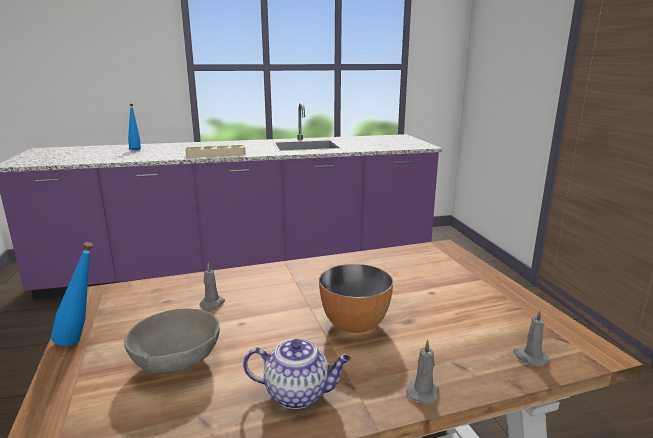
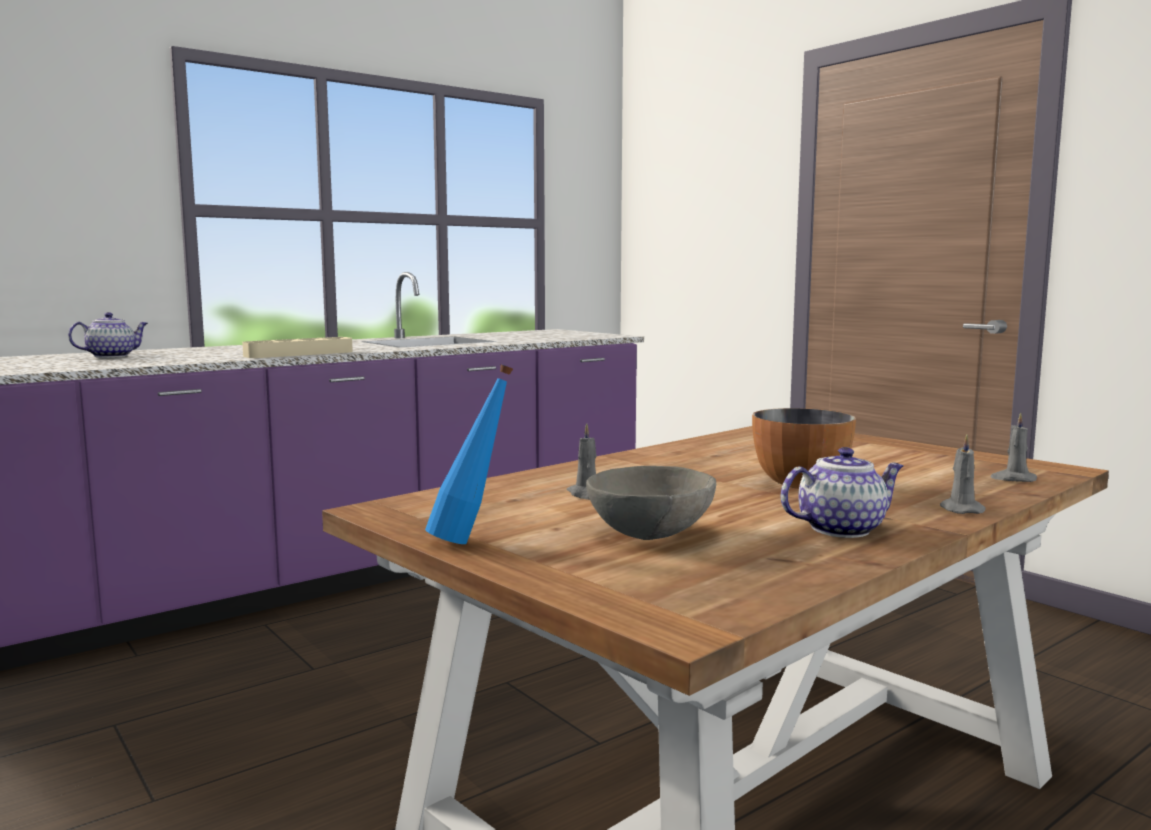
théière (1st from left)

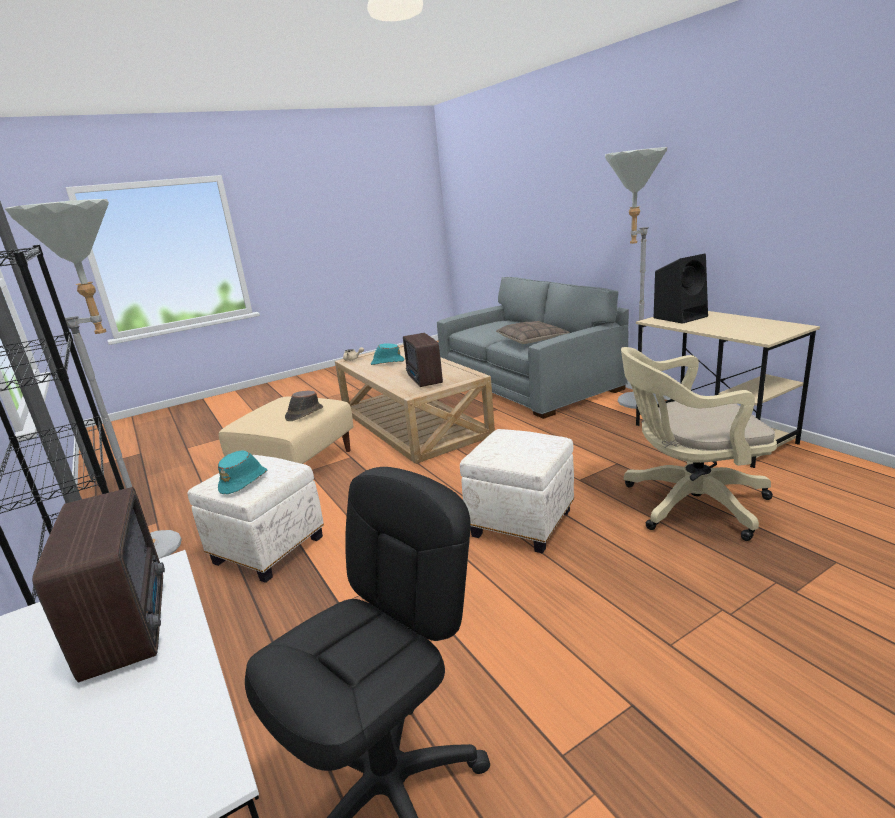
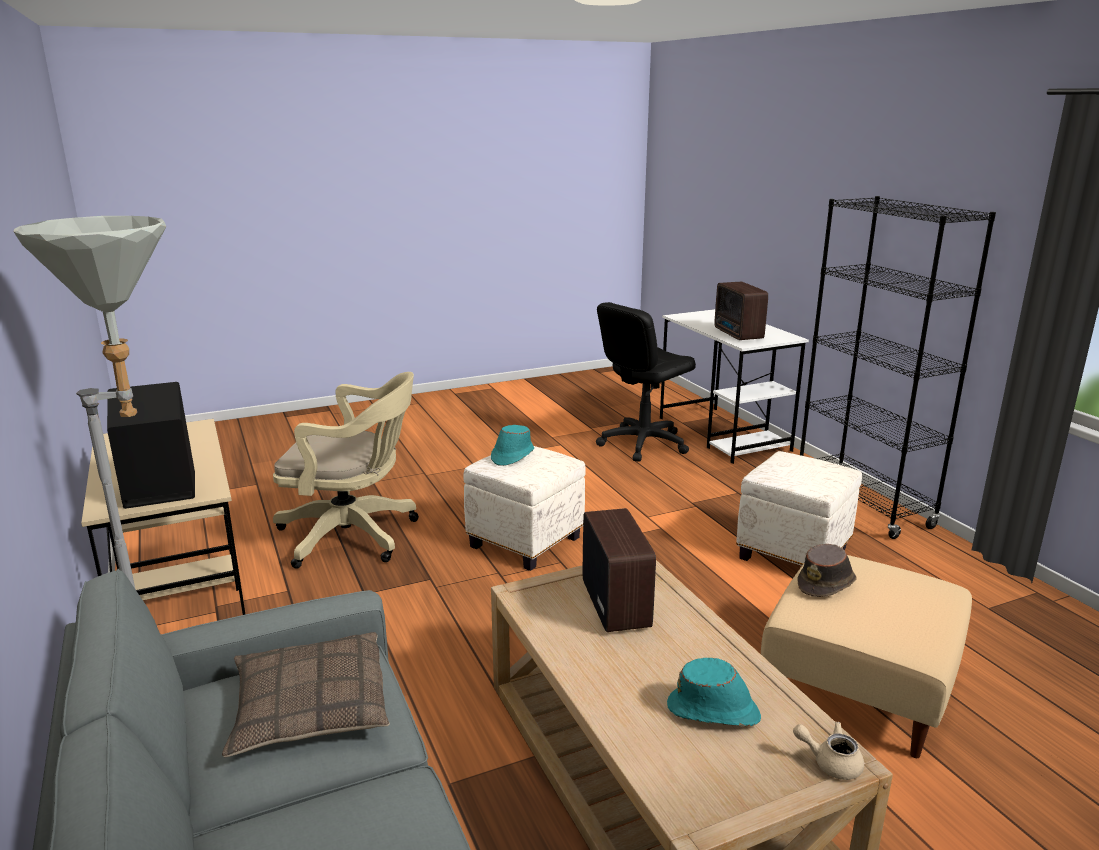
lampadaire [gris] (1st from left in the first image)
chapeau [turquoise] (1st from left)

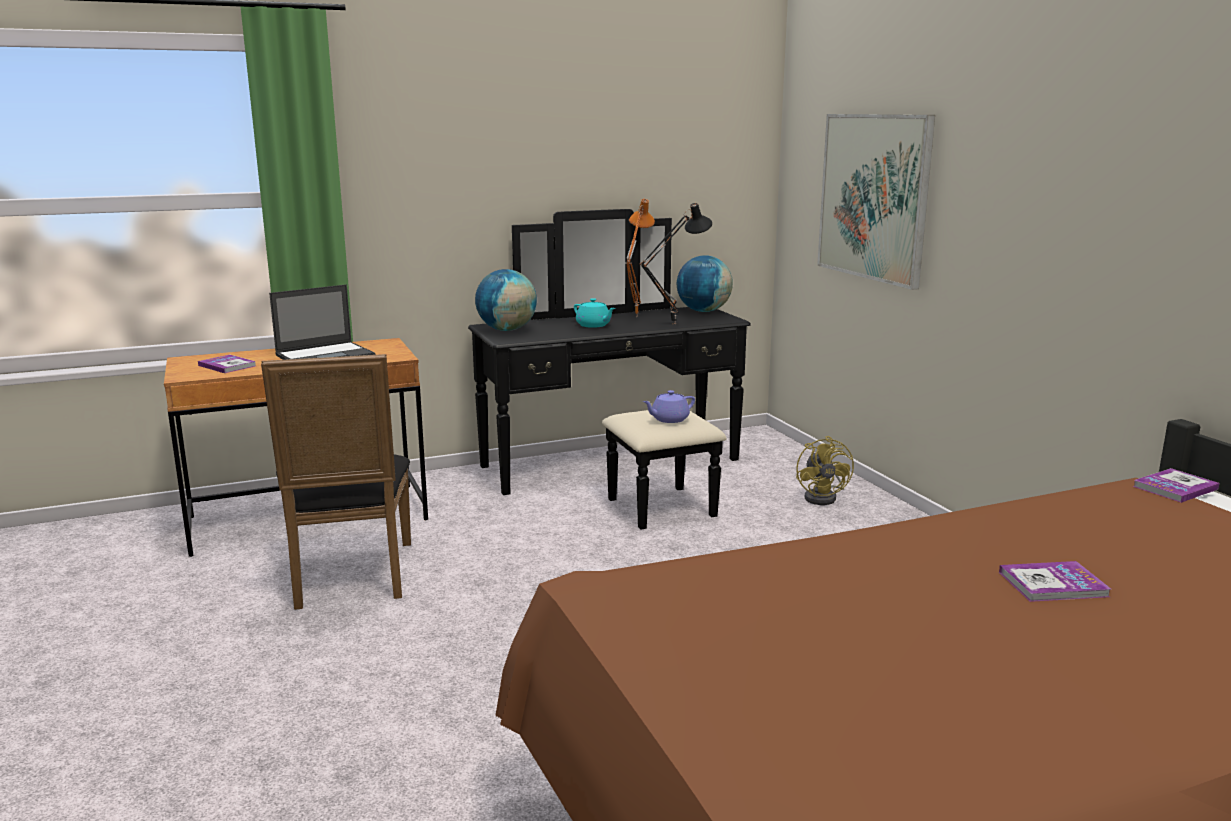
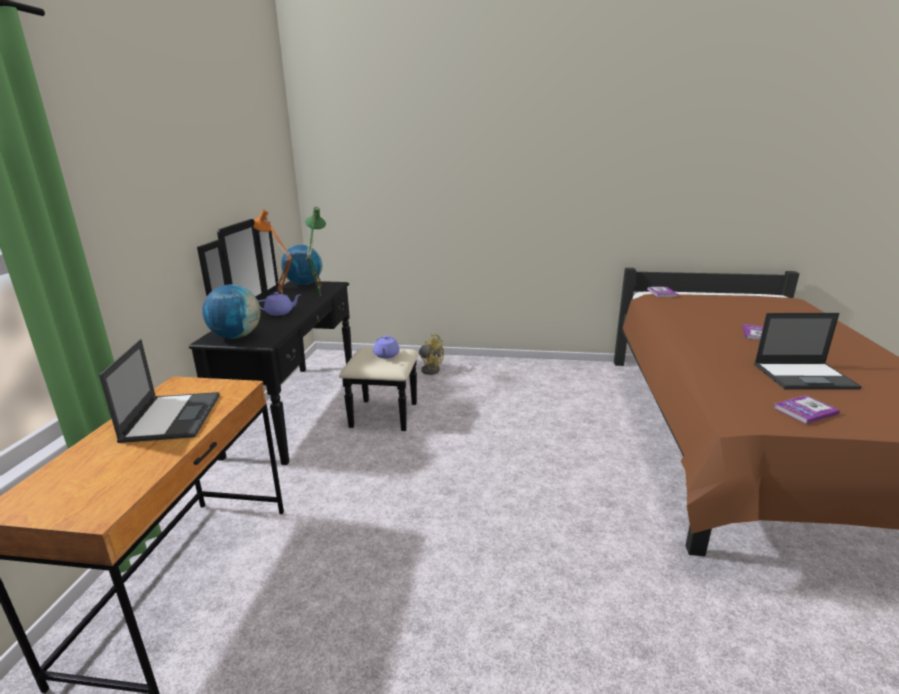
tableau
lampe de table [vert]
théière [violet] (1st from left)
chaise [noir]
livre (3rd from left)
ordinateur portable (2nd from left)

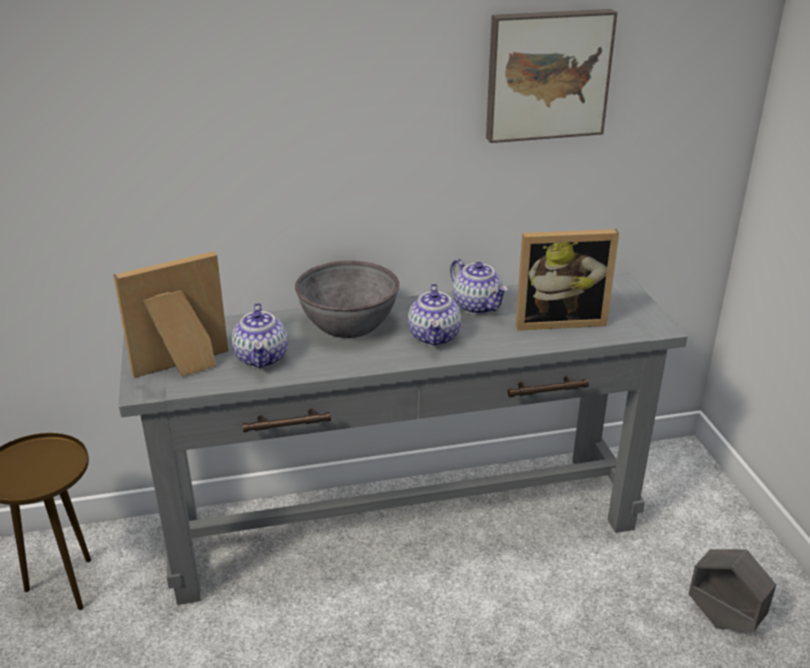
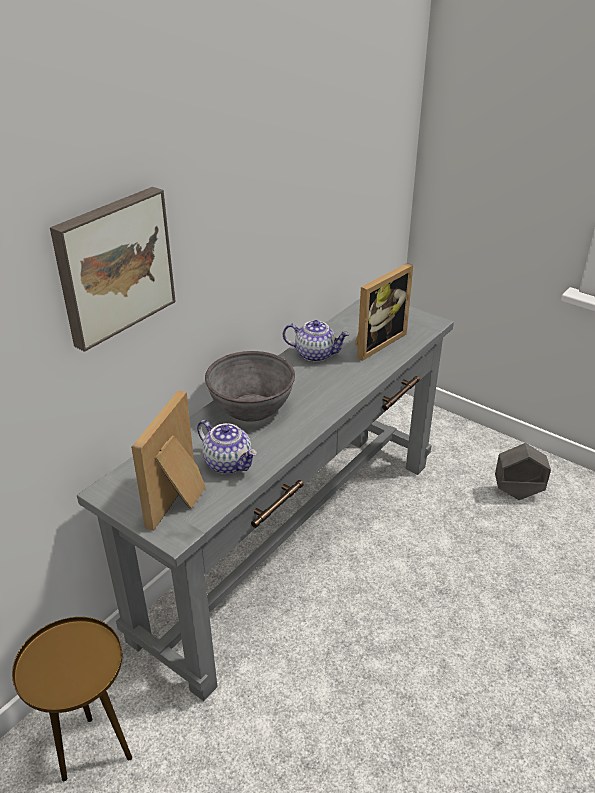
tableau
théière (2nd from left in the first image)

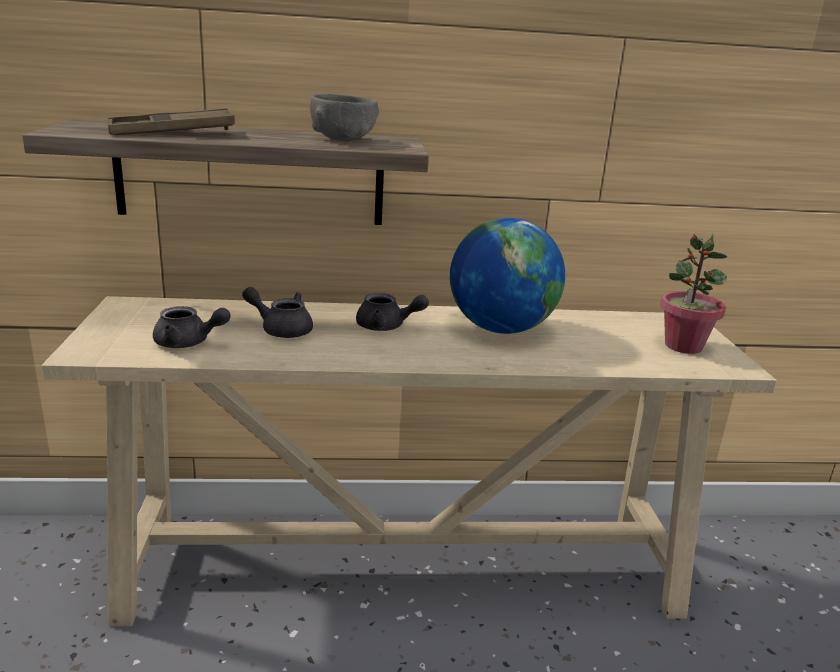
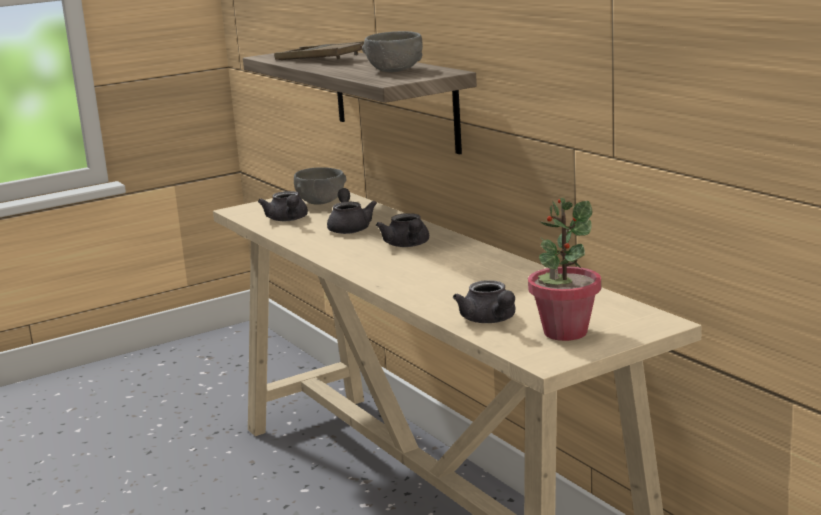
globe
bol [gris] (1st from left)
théière [gris] (4th from left)

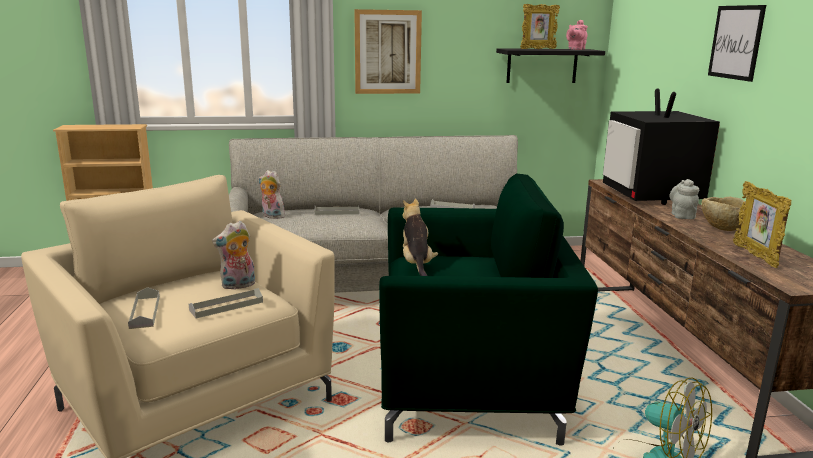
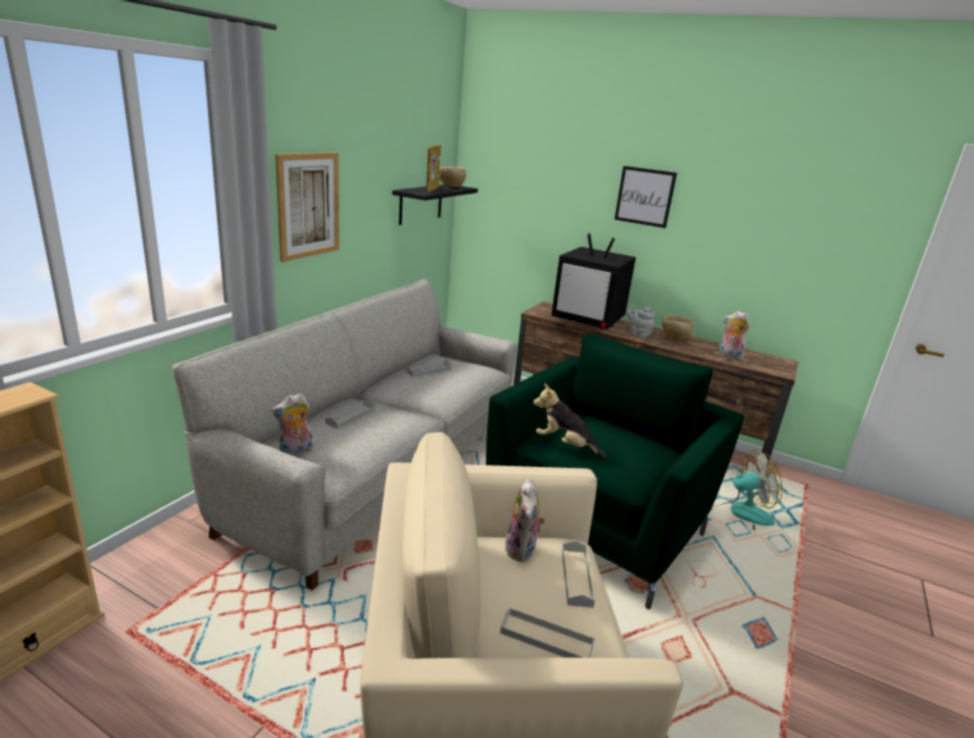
bol [beige] (1st from left)
peluche (4th from left)

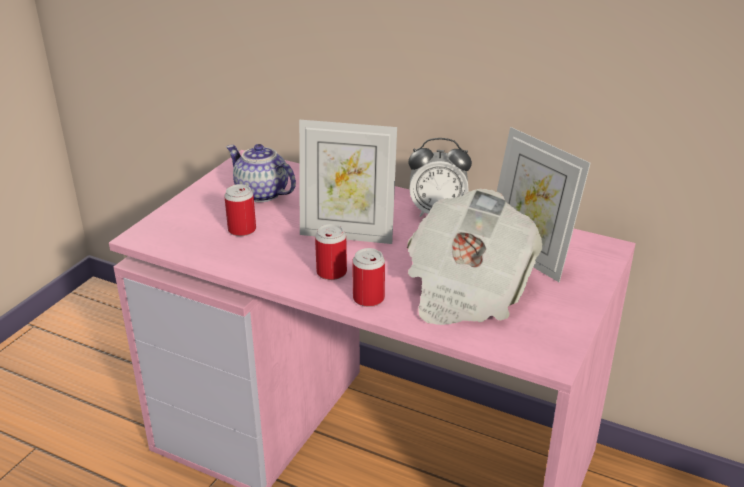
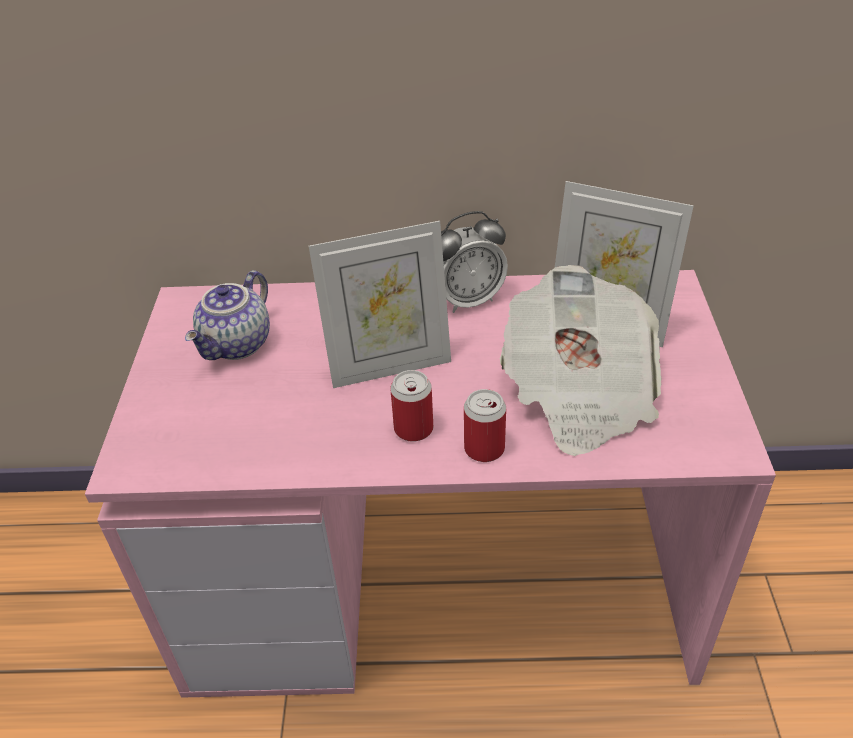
théière
boîte métallique (1st from left in the first image)

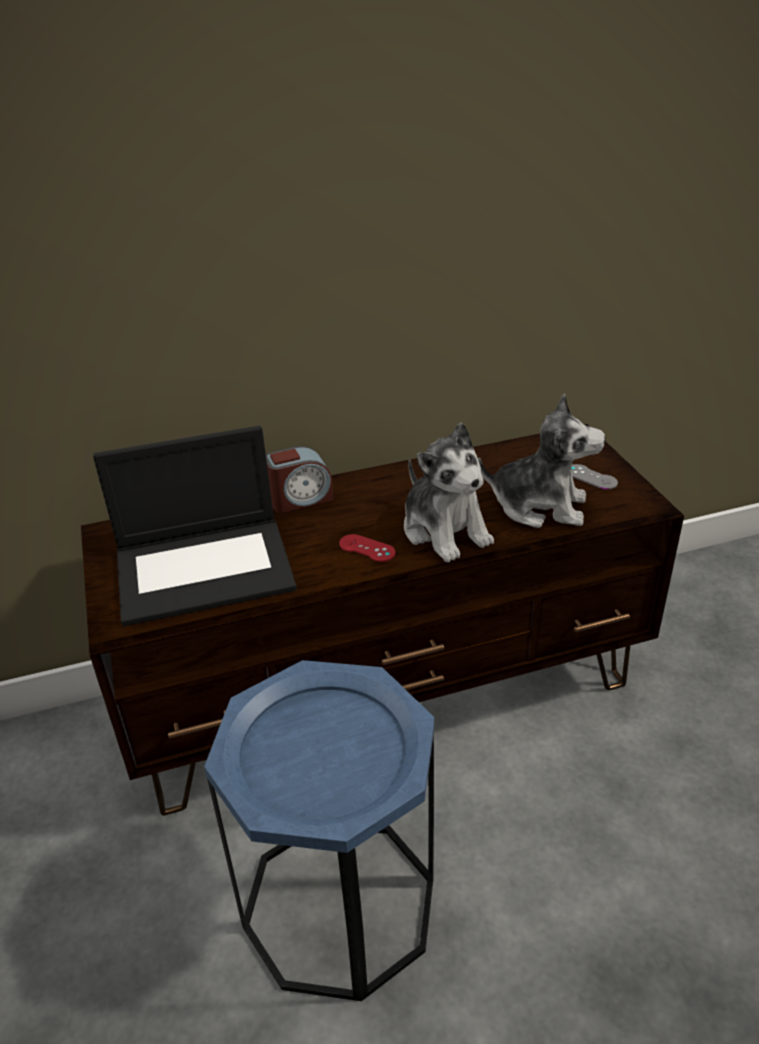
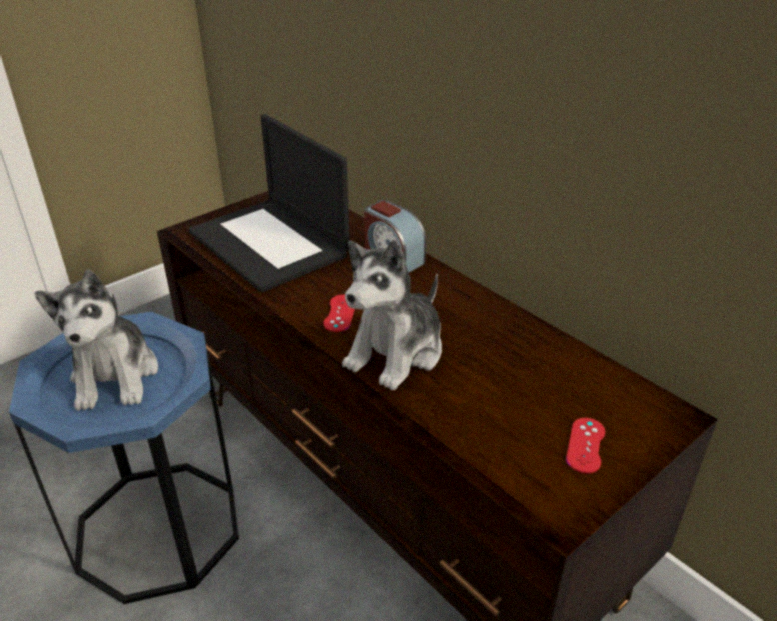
peluche (1st from left)
manette [rouge] (2nd from left)

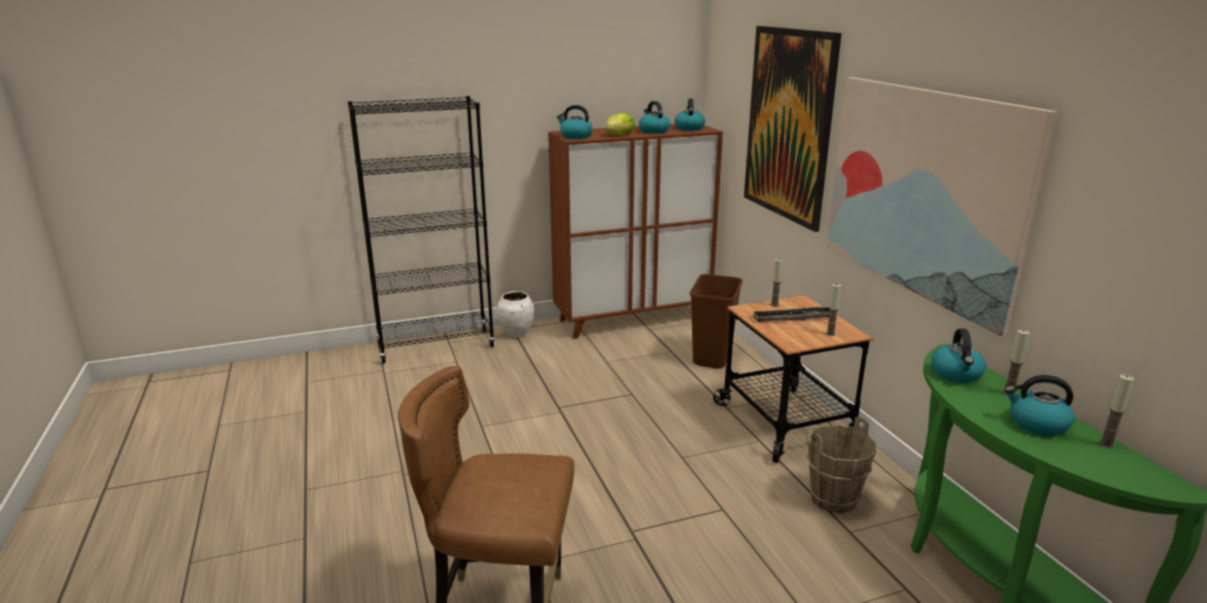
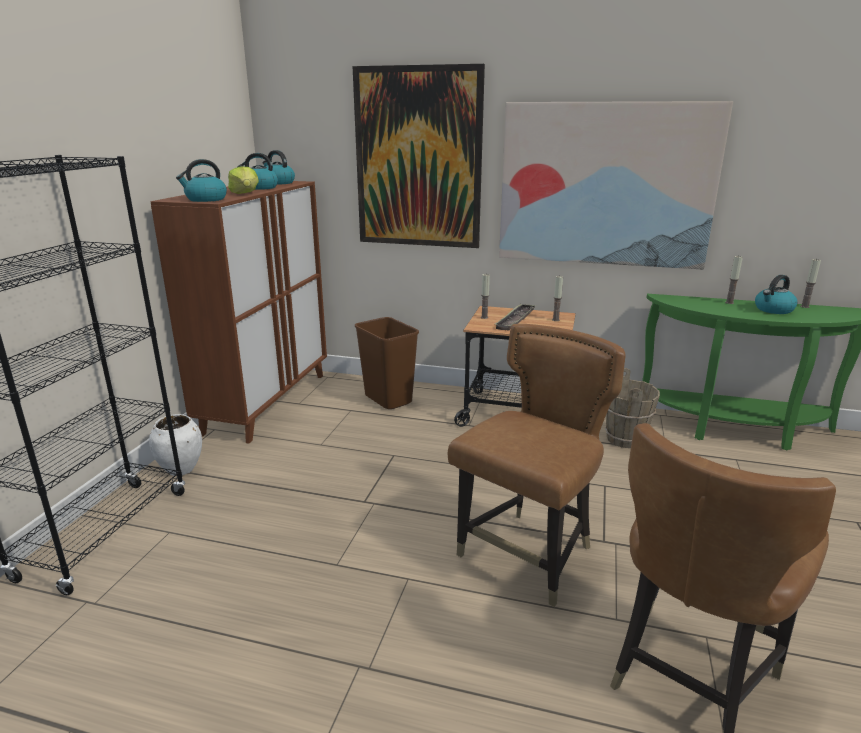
bouilloire (4th from left in the first image)
chaise [marron] (1st from left)

